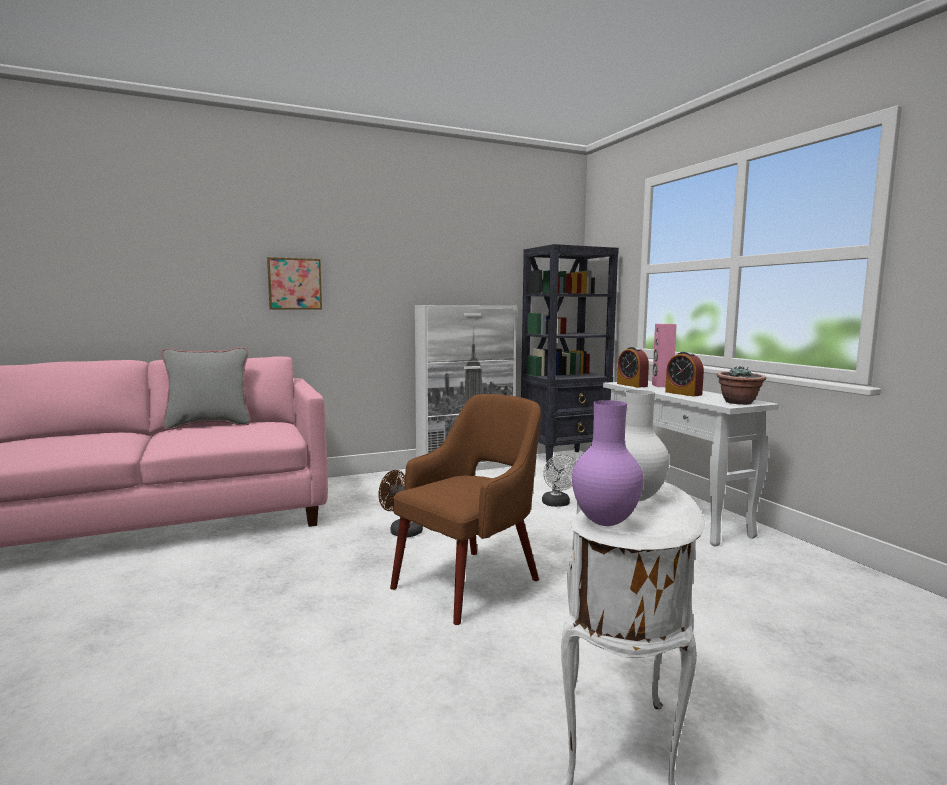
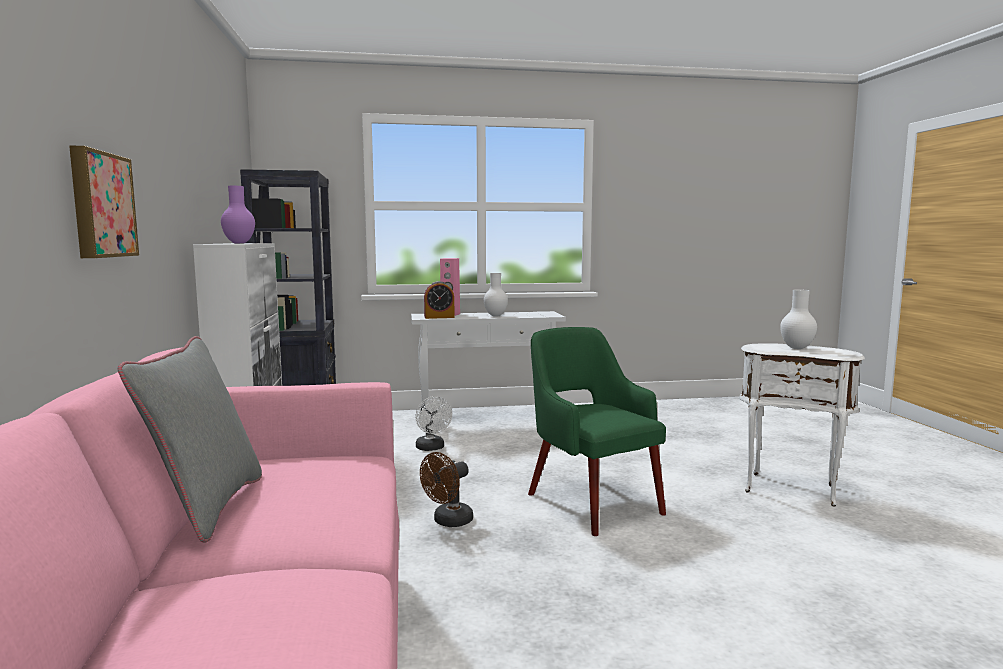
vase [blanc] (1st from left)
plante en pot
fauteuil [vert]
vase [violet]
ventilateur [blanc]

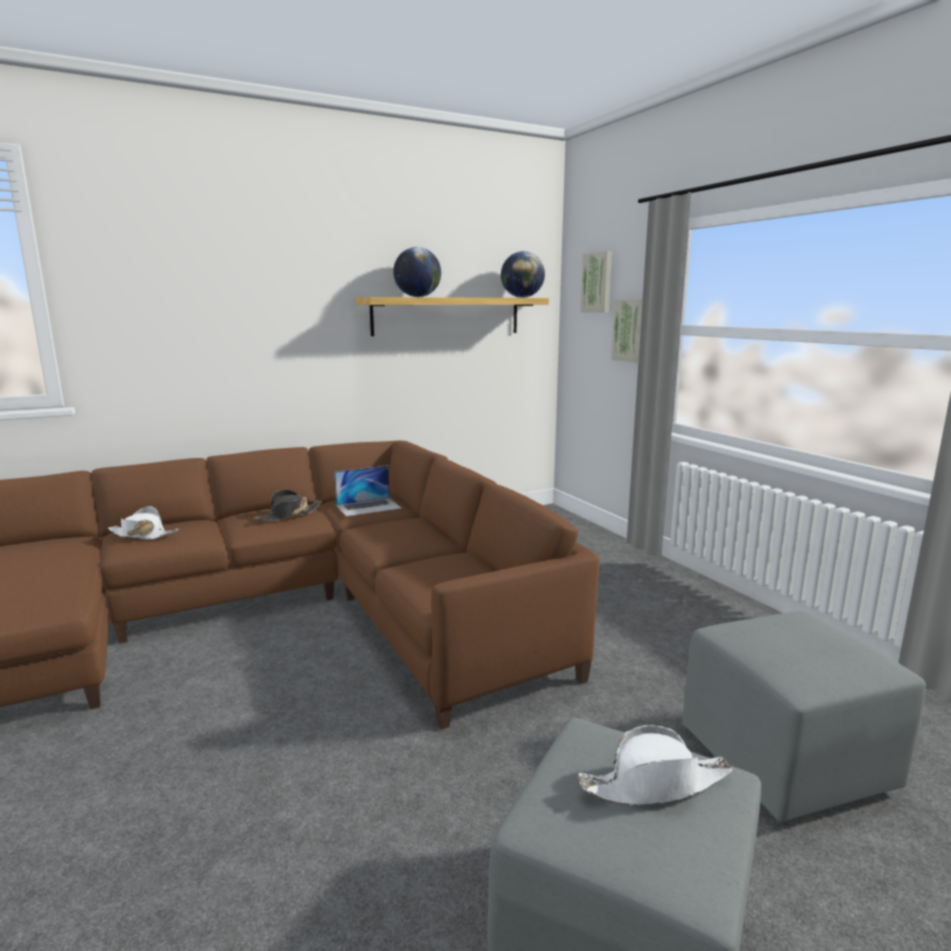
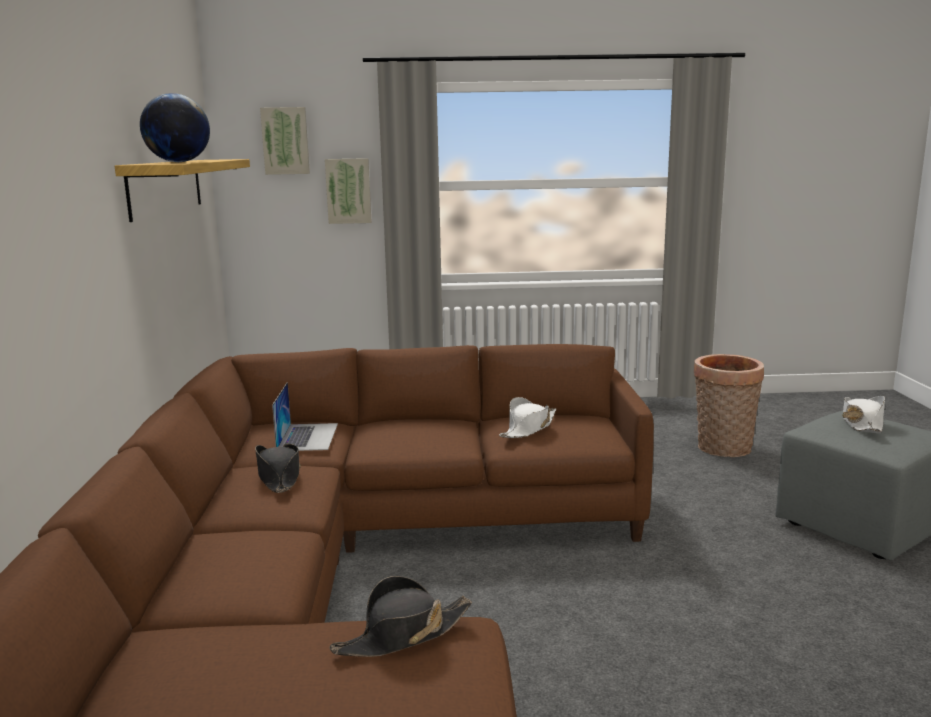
globe (2nd from left in the first image)
chapeau [blanc] (1st from left)
panier
chapeau [noir] (2nd from left)

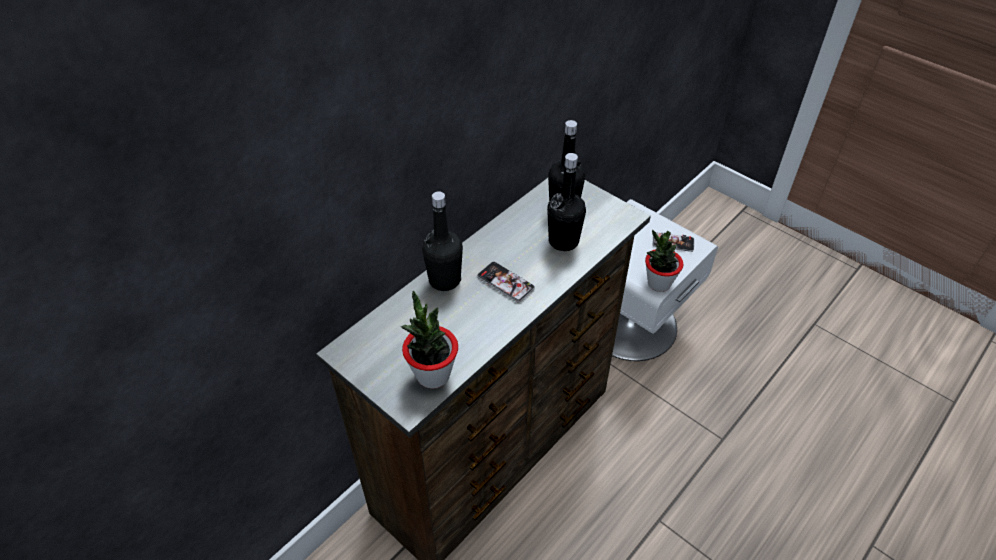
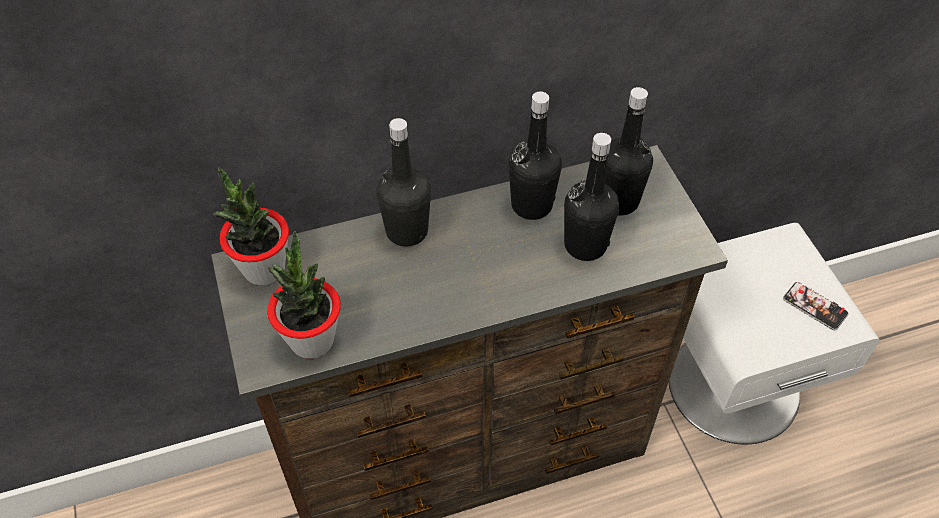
plante en pot (1st from left)
téléphone (1st from left in the first image)
bouteille [noir] (2nd from left)

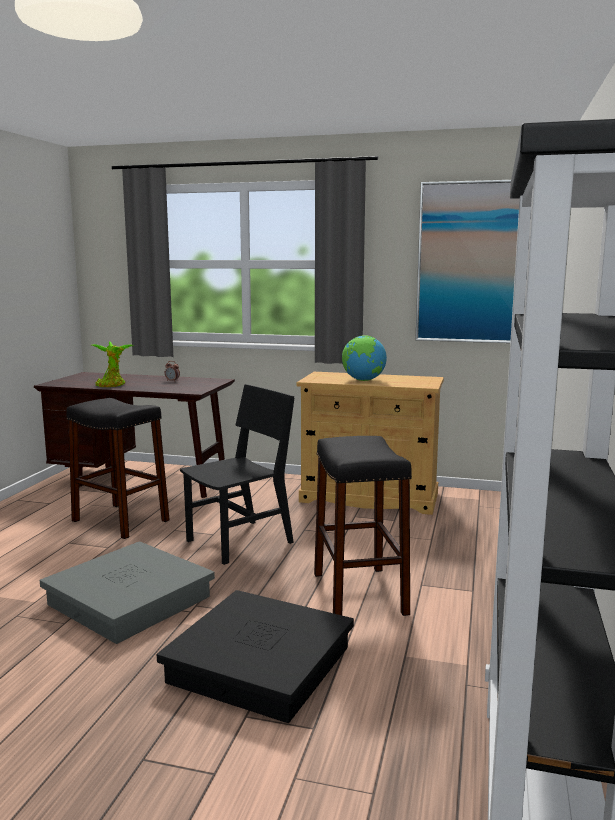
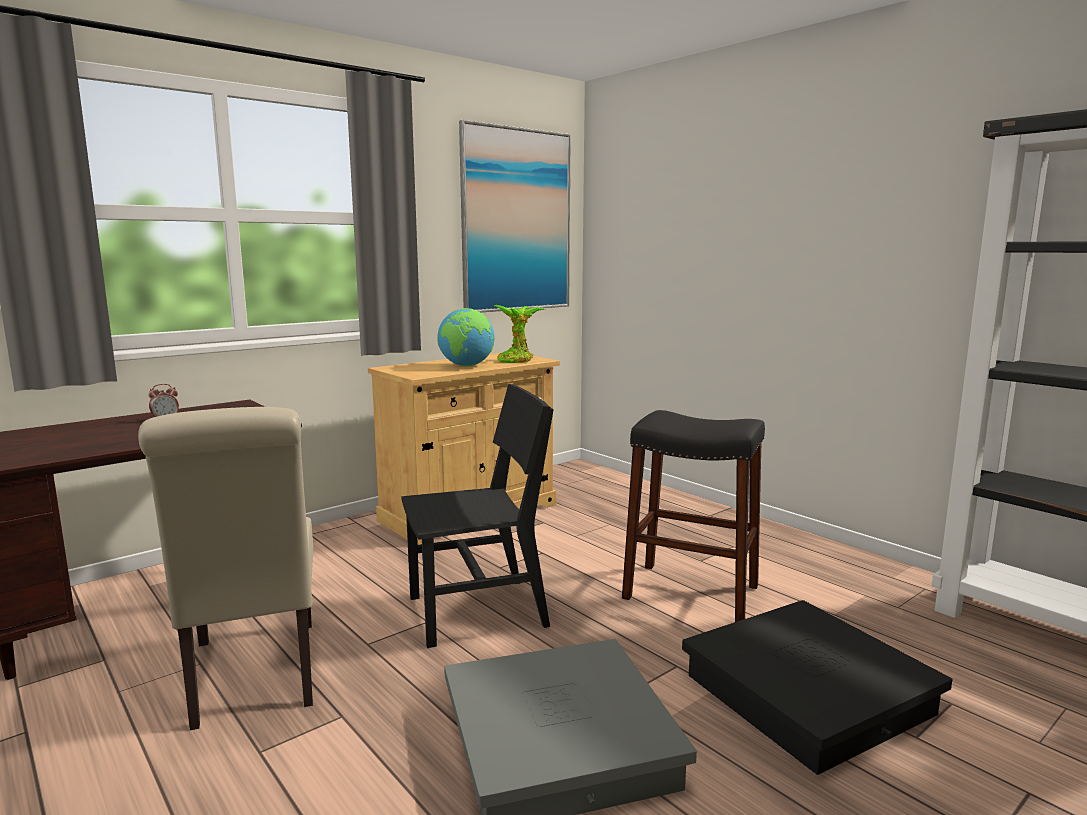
plante en pot
chaise [noir]
chaise [beige]

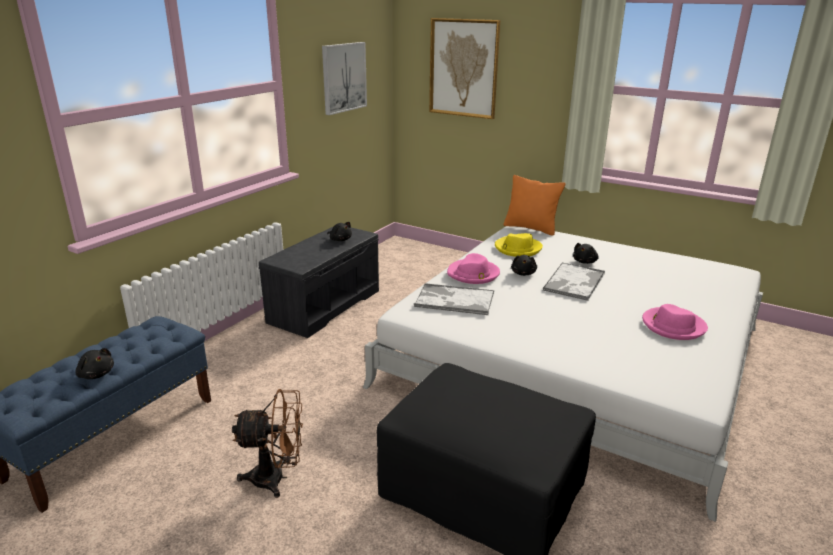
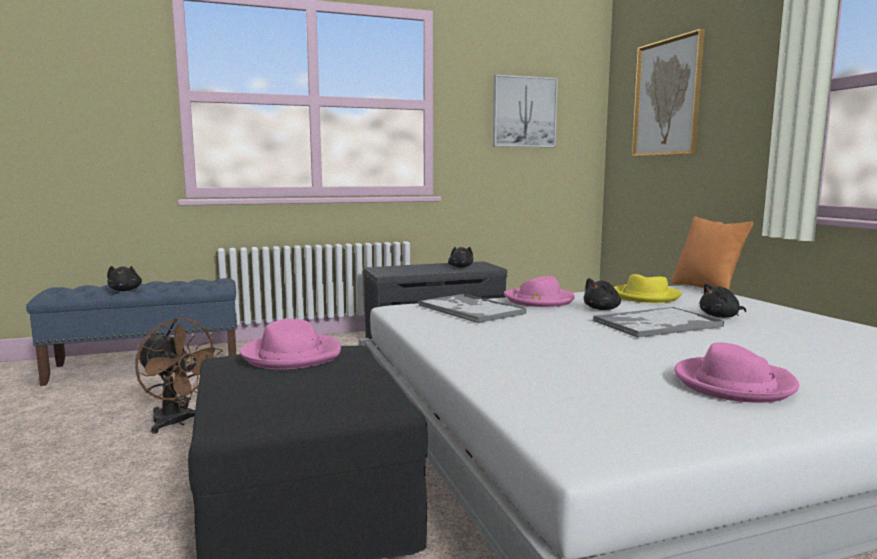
chapeau [rose] (1st from left)

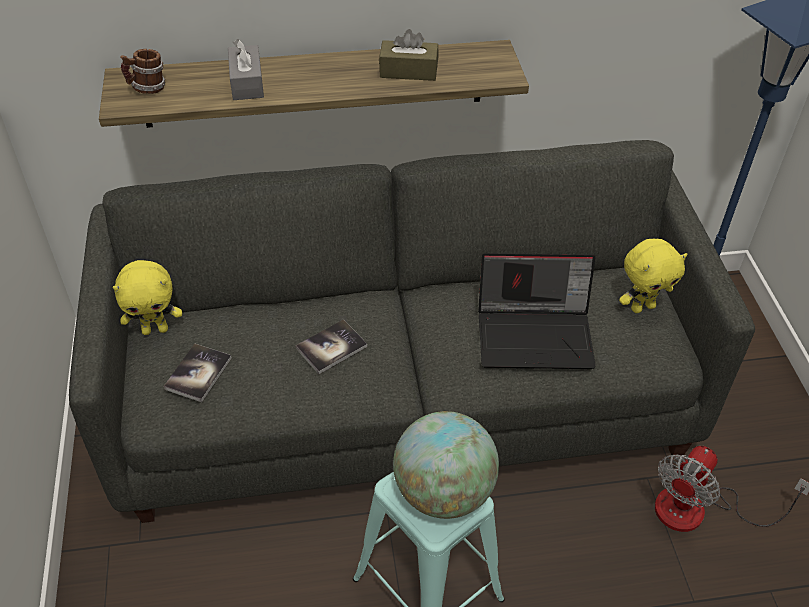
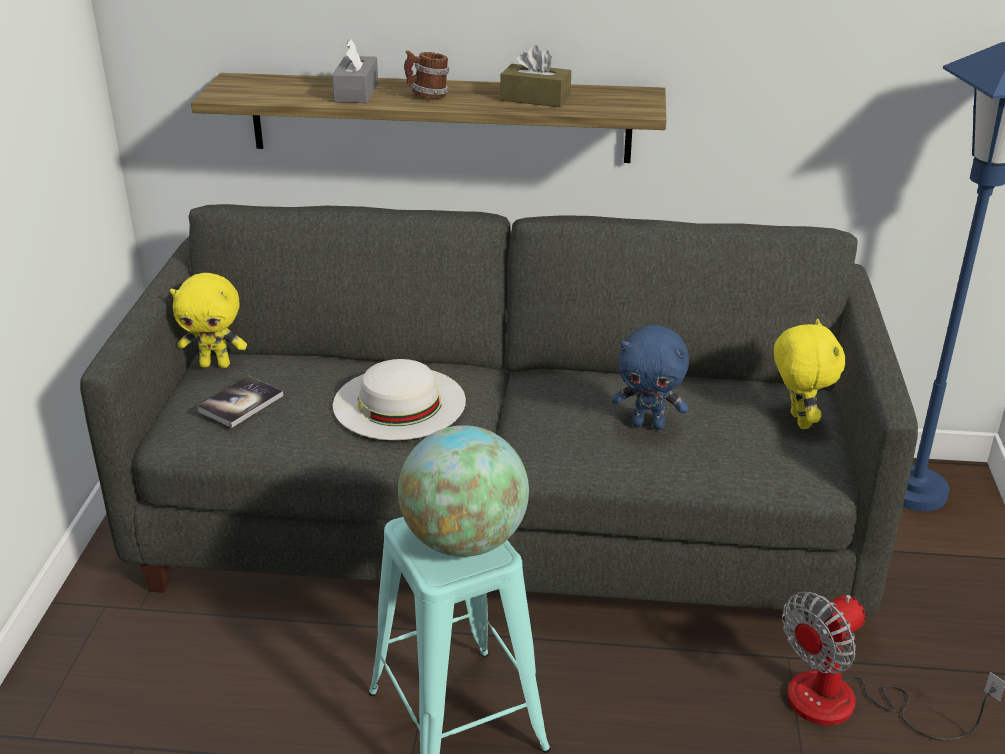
mug
peluche [jaune] (2nd from left)
peluche [bleu]
chapeau [blanc]

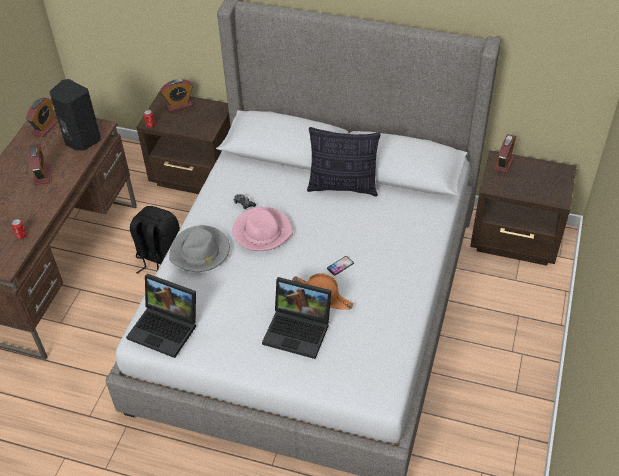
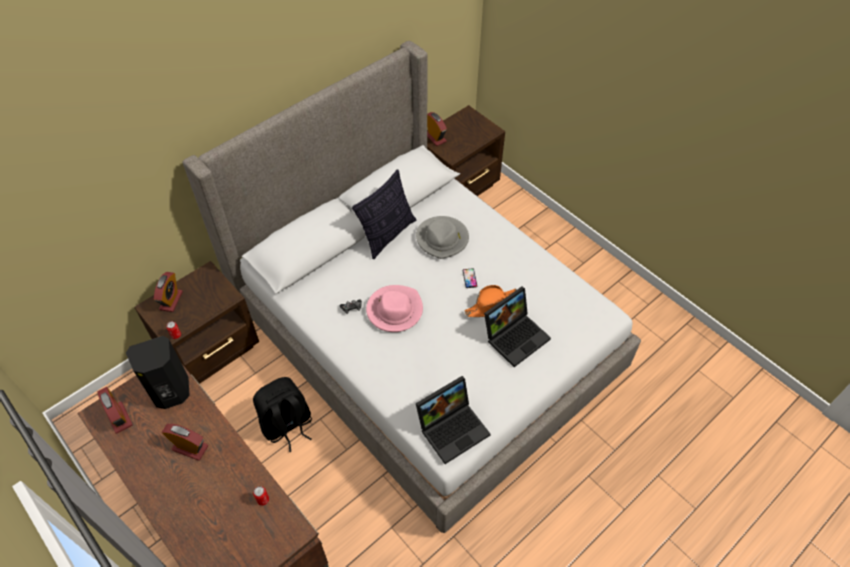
chapeau [gris]

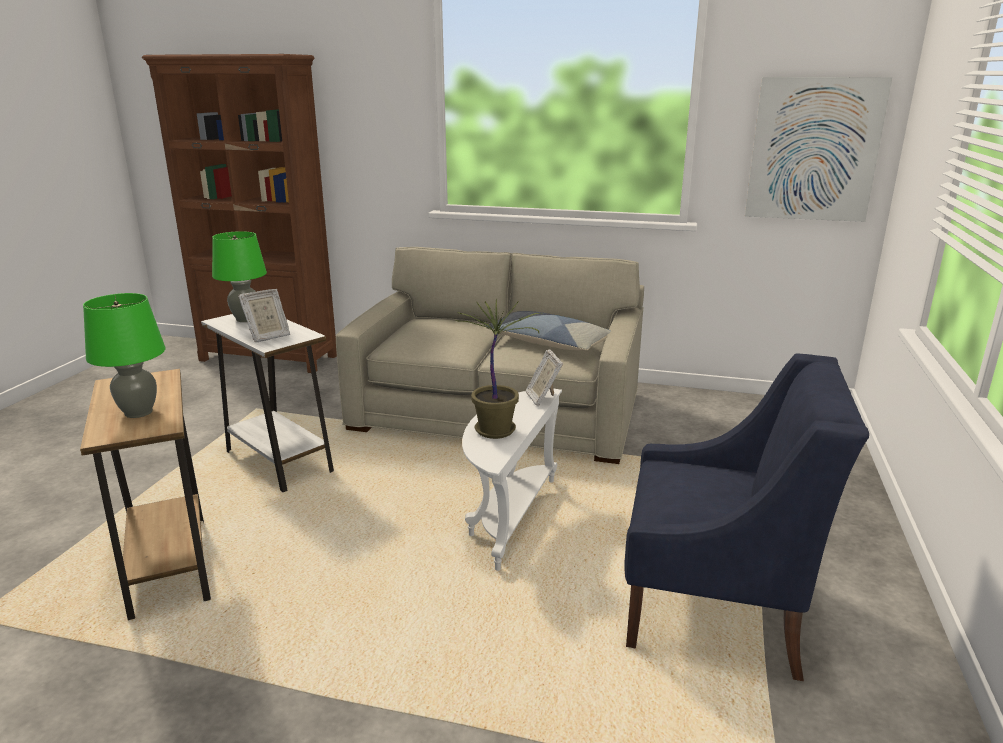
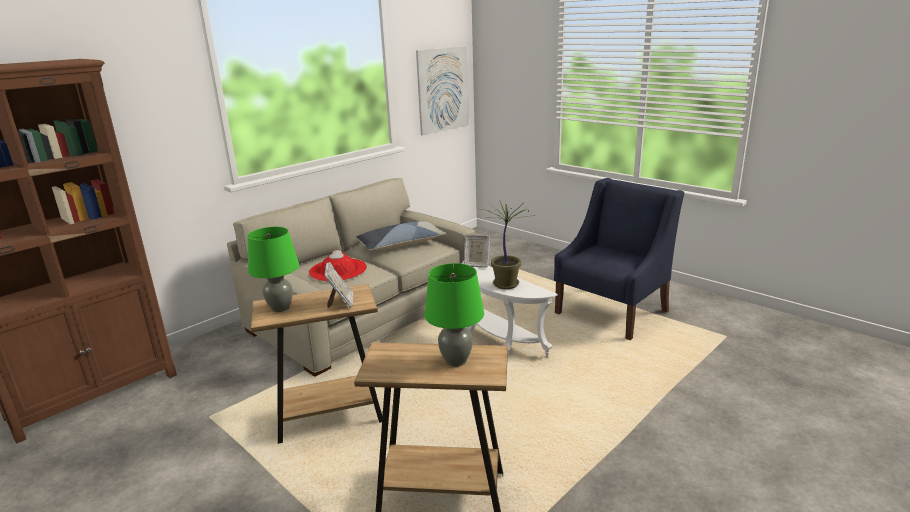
table d'appoint [marron] (1st from left)
chapeau [rouge]

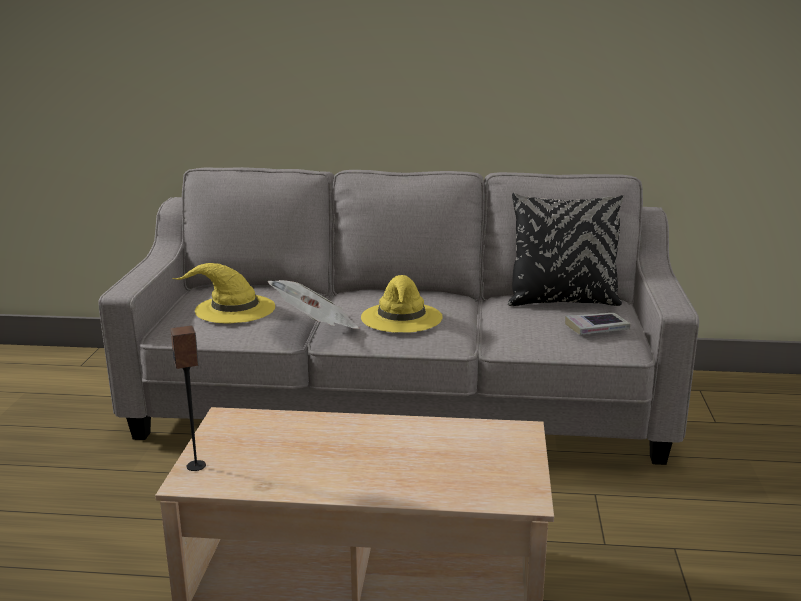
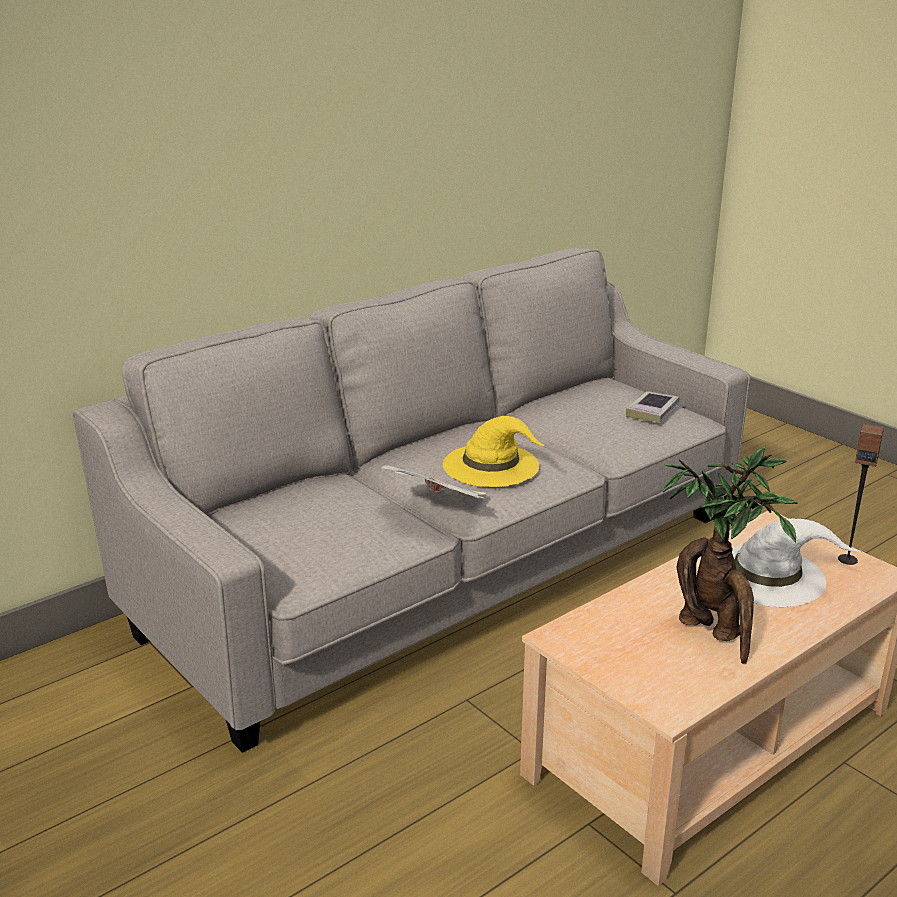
coussin [noir]
chapeau [jaune] (1st from left in the first image)
enceinte
plante en pot
chapeau [blanc]

